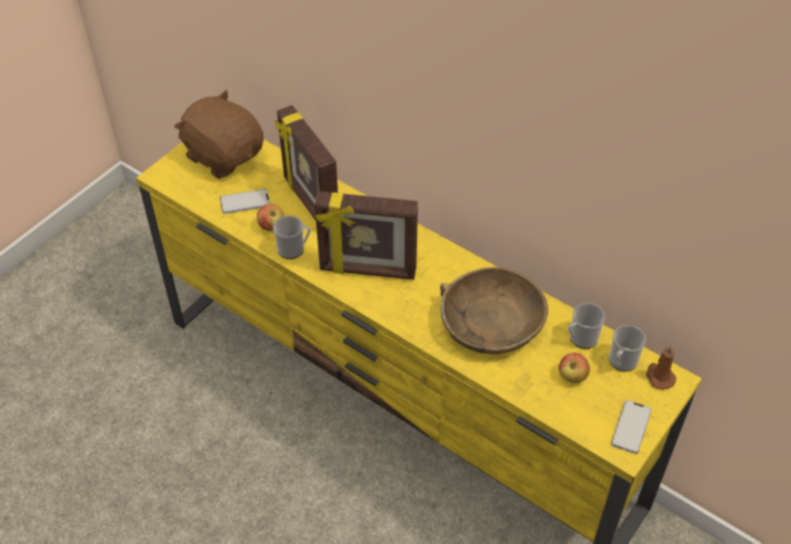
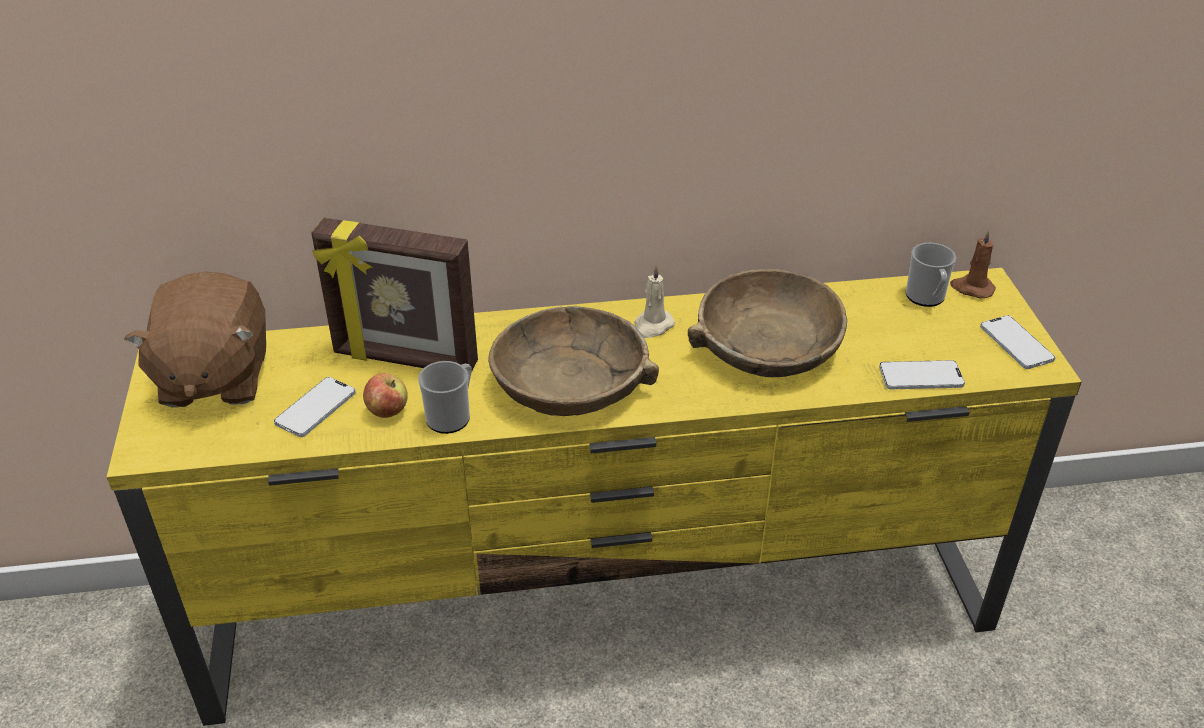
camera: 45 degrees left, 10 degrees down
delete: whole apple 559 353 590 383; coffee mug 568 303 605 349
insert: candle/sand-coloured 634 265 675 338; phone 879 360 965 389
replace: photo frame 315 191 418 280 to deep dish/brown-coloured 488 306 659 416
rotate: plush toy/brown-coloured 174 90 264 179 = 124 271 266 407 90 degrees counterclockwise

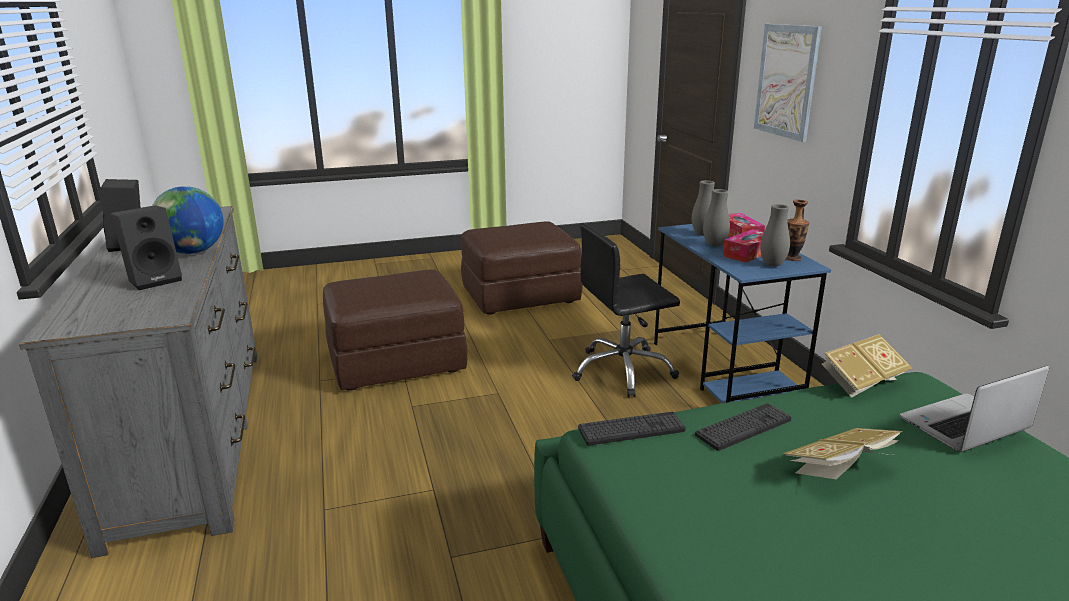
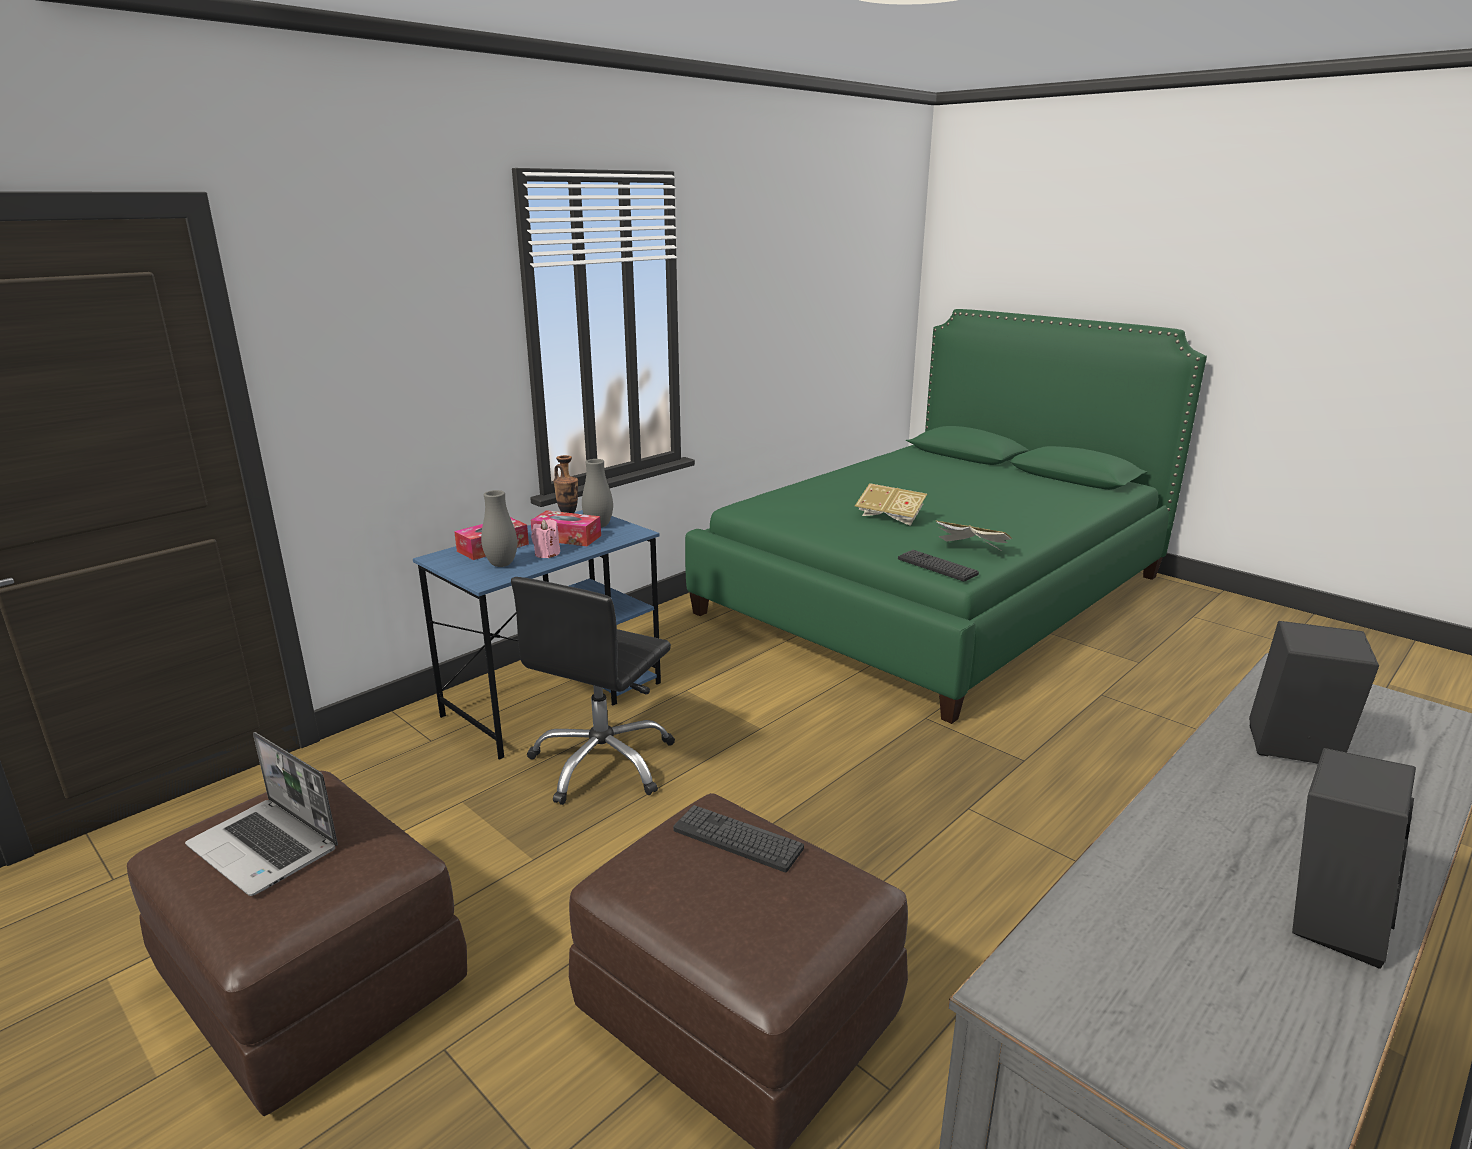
camera: 120 degrees left, 0 degrees up
delete: desk globe 152 186 224 254; wall picture 754 24 822 142
move: laptop 900 365 1050 452 to 185 732 338 896; keyboard 695 404 791 451 to 673 805 804 872; volume 822 334 912 398 to 935 520 1012 550
replace: flower vase/greyish 703 189 730 247 to candle/pinkish 531 519 560 558
rotate: desk chair/black 572 223 680 397 = 511 577 675 805 75 degrees clockwise

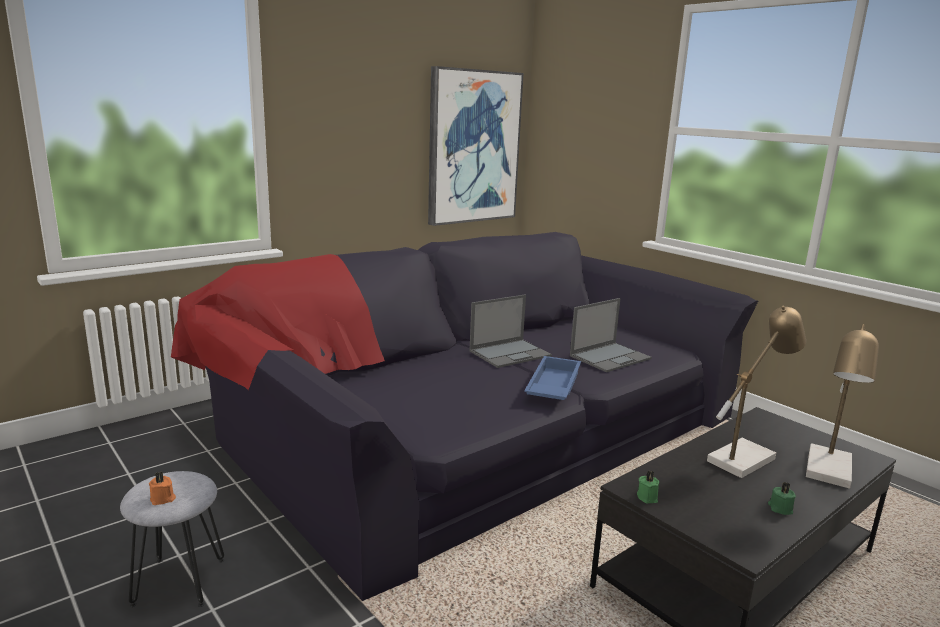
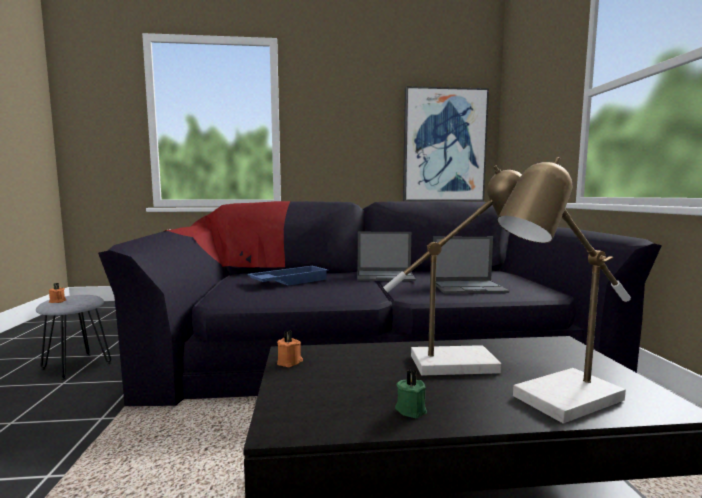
camera: 35 degrees right, 10 degrees down
move: serving tray/blue 524 356 581 400 to 247 266 329 286
recolor: candle/green 637 471 659 504 to candle/orange 277 330 303 367

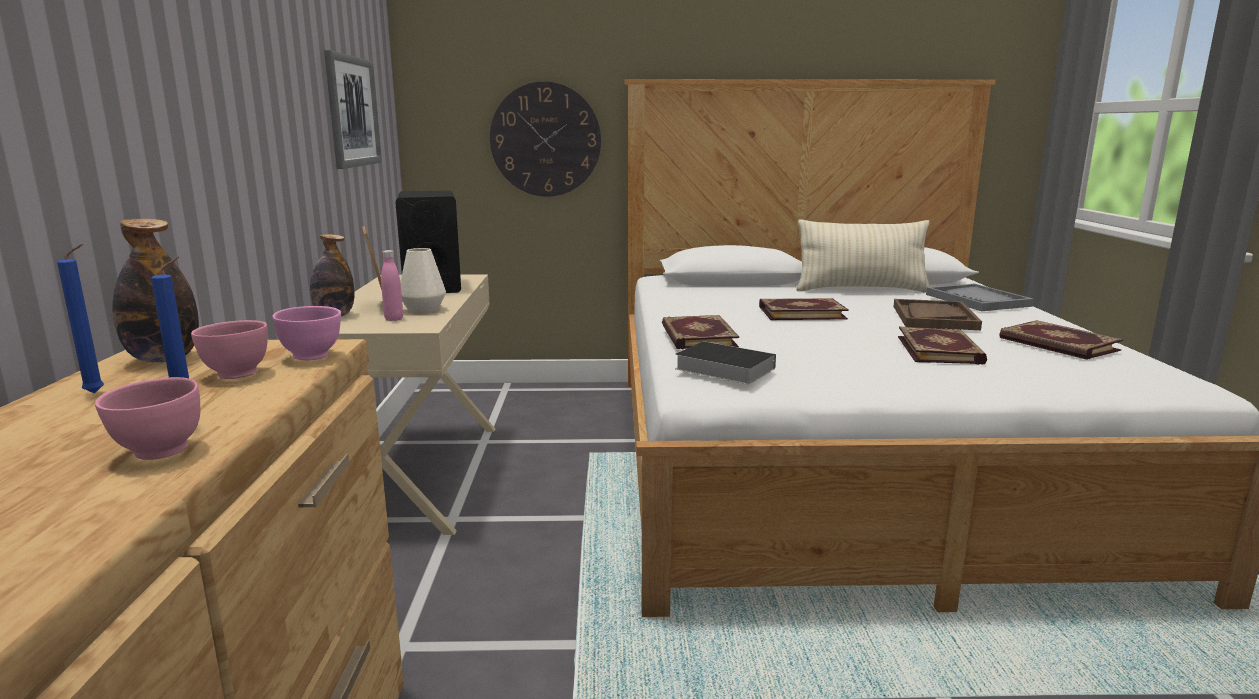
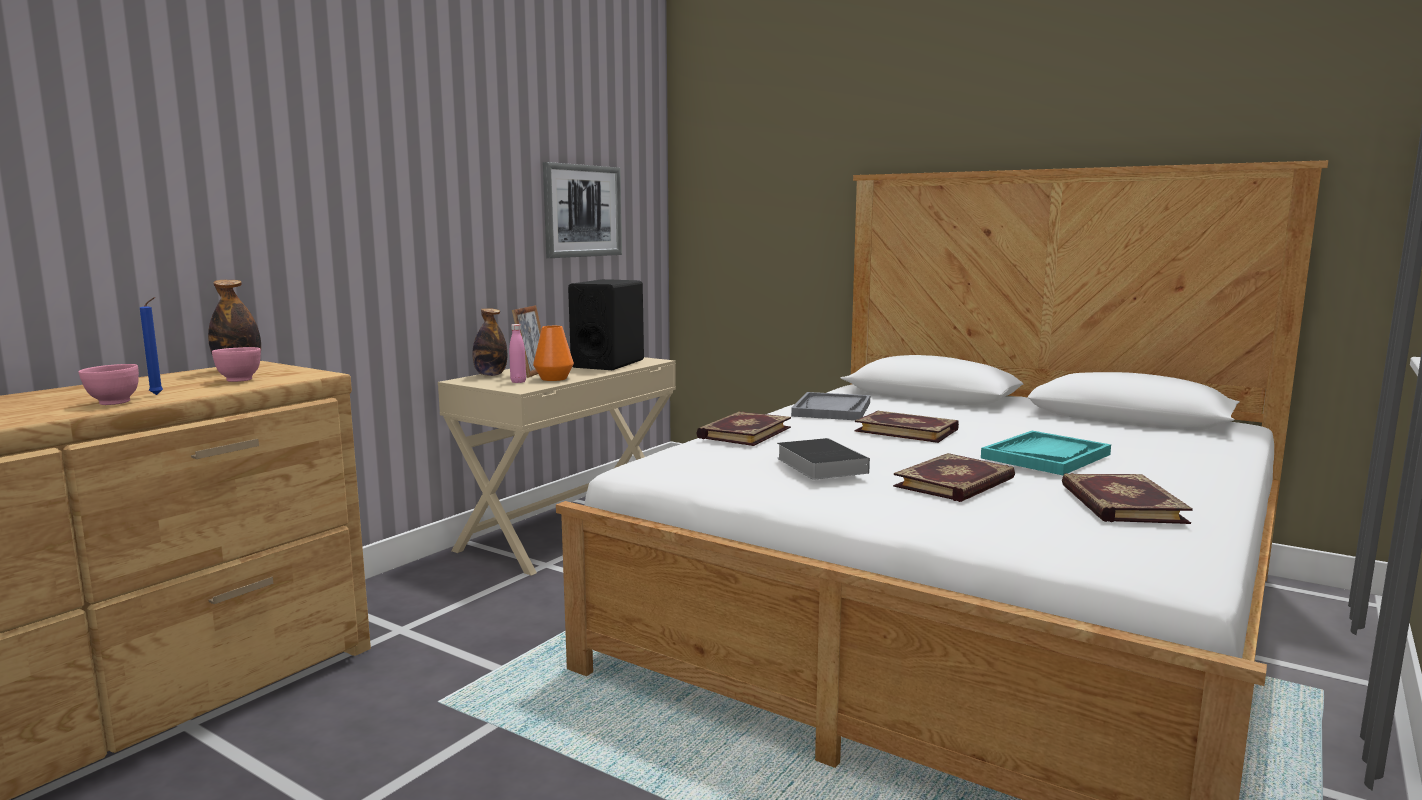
camera: 35 degrees right, 5 degrees down
delete: candle/blue 57 244 104 394; deep dish/pinkish 273 306 341 360; hanging clock 490 81 601 196; throw pillow/sand-coloured 796 219 930 293
move: volume 675 341 776 384 to 777 438 870 480; serving tray/greyish 926 283 1034 311 to 791 392 870 420
recolor: flower vase/white-coloured 400 248 446 313 to flower vase/orange 533 326 574 381; serving tray/brown-coloured 894 299 982 330 to serving tray/blue-green 981 431 1111 475

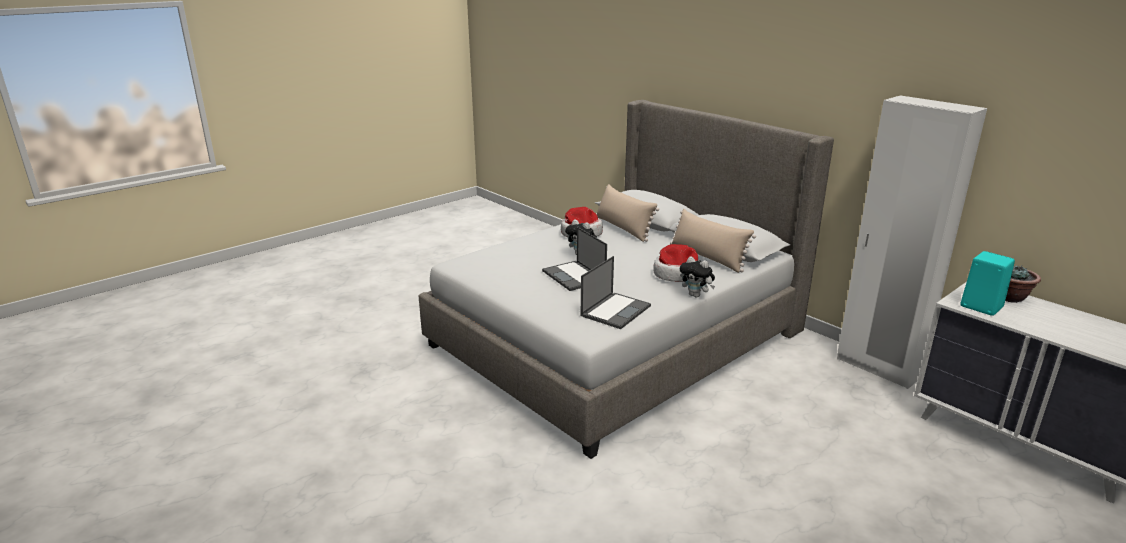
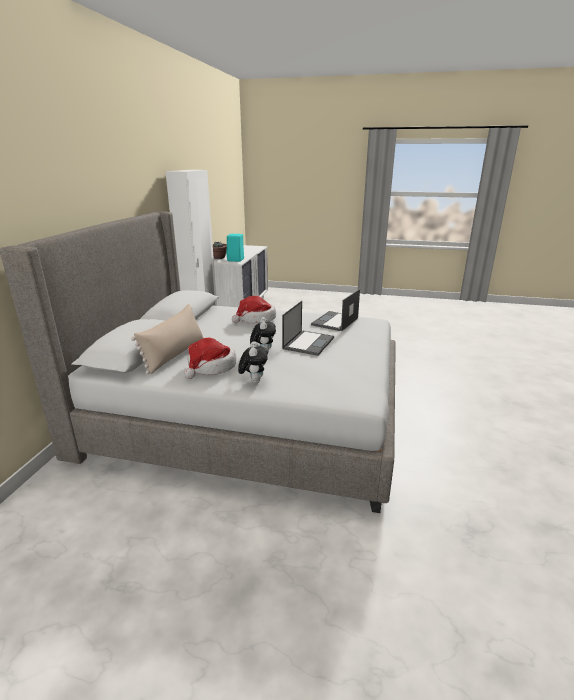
camera: 125 degrees left, 0 degrees up
delete: throw pillow/sand-coloured 670 209 756 273
move: plush toy 680 256 715 297 to 238 341 268 383
rotate: laptop 581 256 651 329 = 311 289 360 331 60 degrees counterclockwise

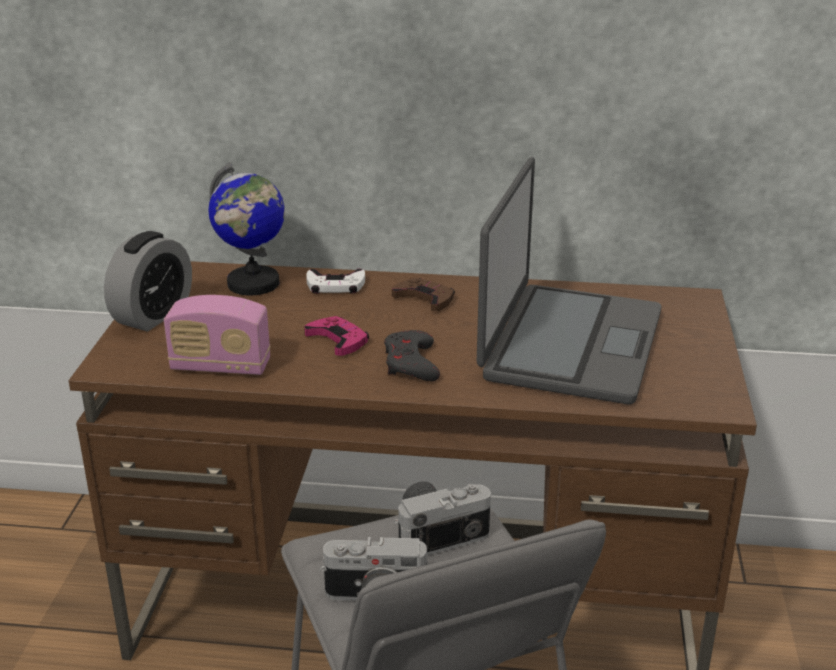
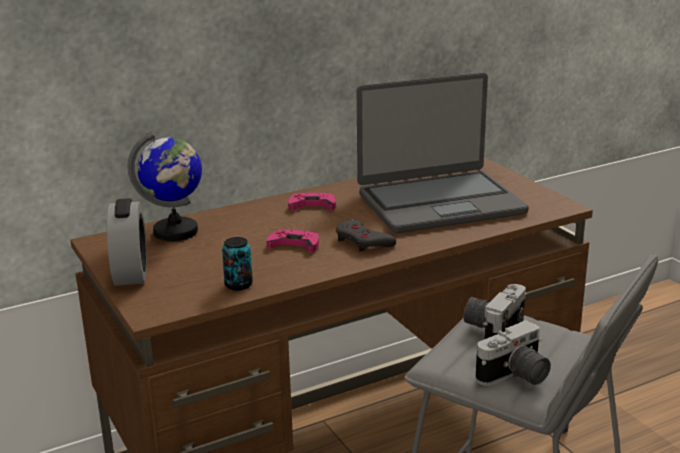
camera: 35 degrees left, 5 degrees down
delete: game controller/white-coloured 306 269 365 294
replace: radio 164 295 270 375 to sealed can 222 237 253 291
recolor: game controller/brown-coloured 392 278 455 311 to game controller/pinkish 288 193 336 211
rotate: laptop 477 157 661 404 = 357 73 529 233 90 degrees clockwise

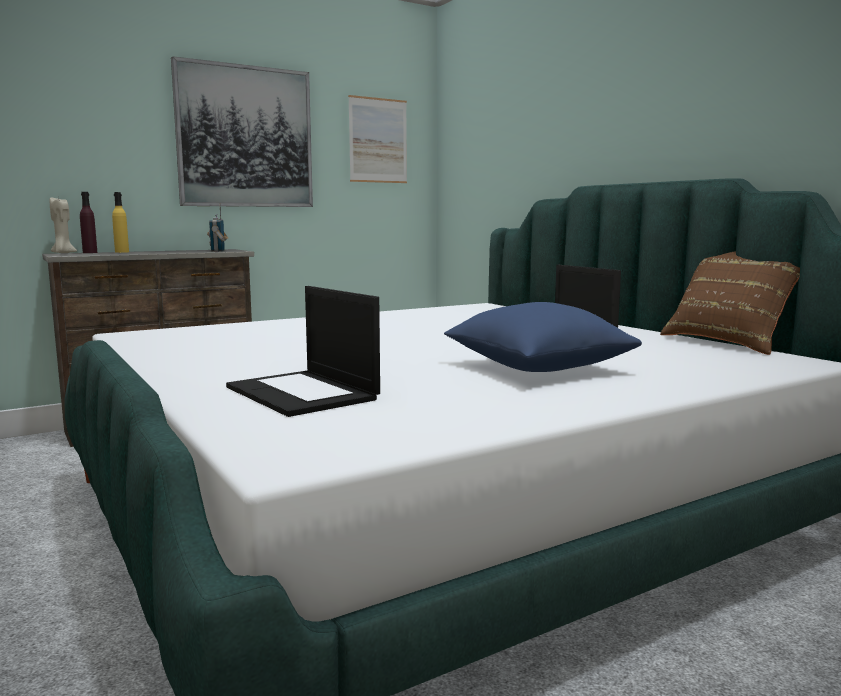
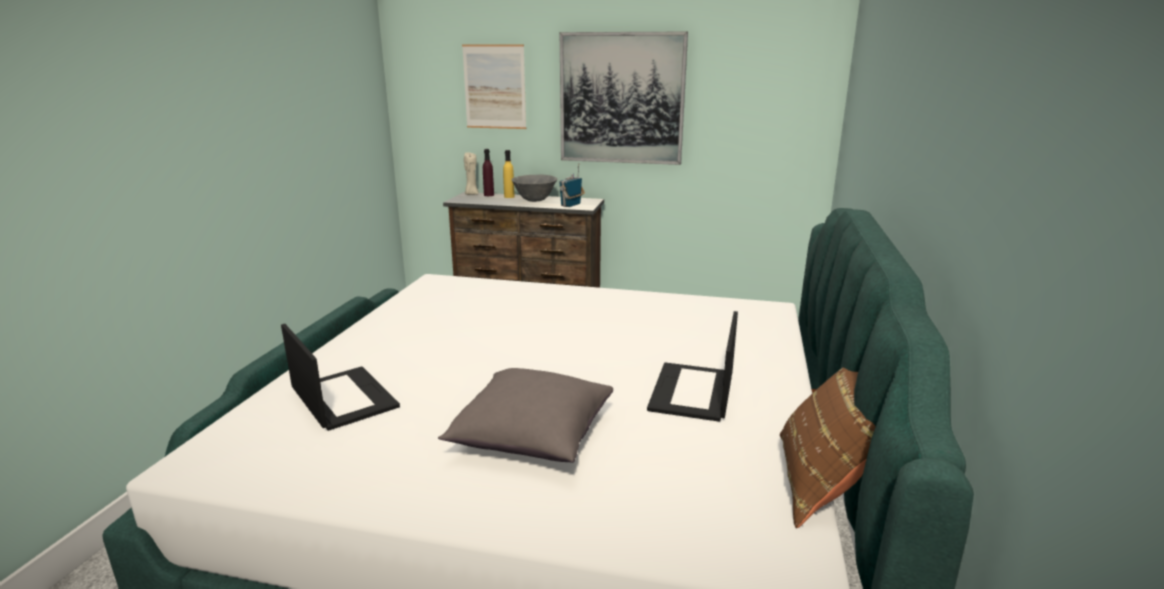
camera: 45 degrees right, 10 degrees up
insert: deep dish/greyish 511 175 557 202
move: wall picture 348 95 407 183 to 462 45 526 129
recolor: throw pillow/blue 444 302 642 372 to throw pillow/greyish 438 368 613 463
rotate: laptop 226 286 380 417 = 281 324 400 431 135 degrees clockwise

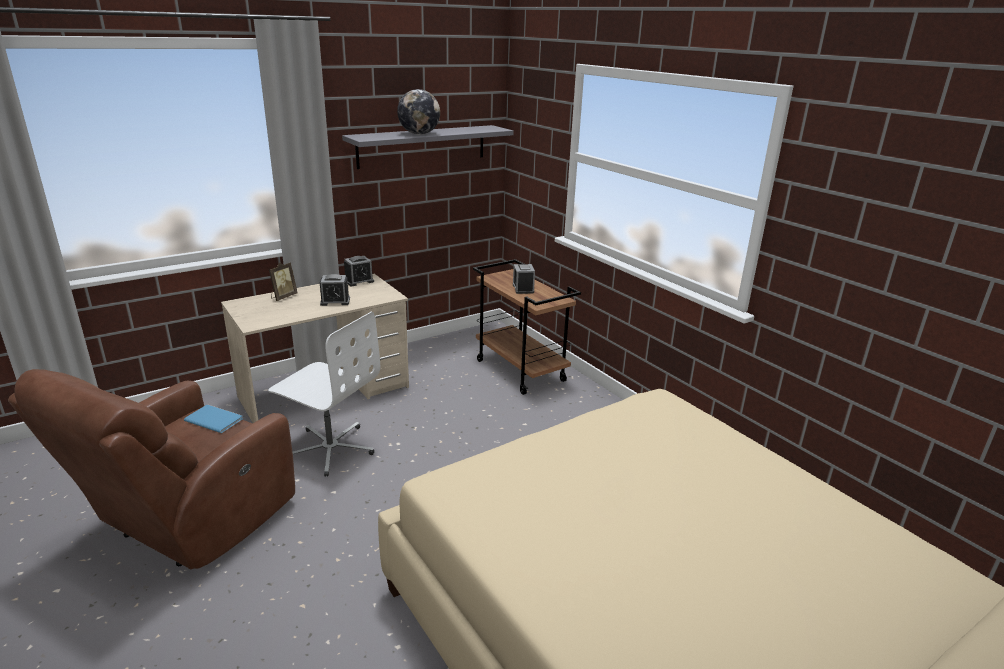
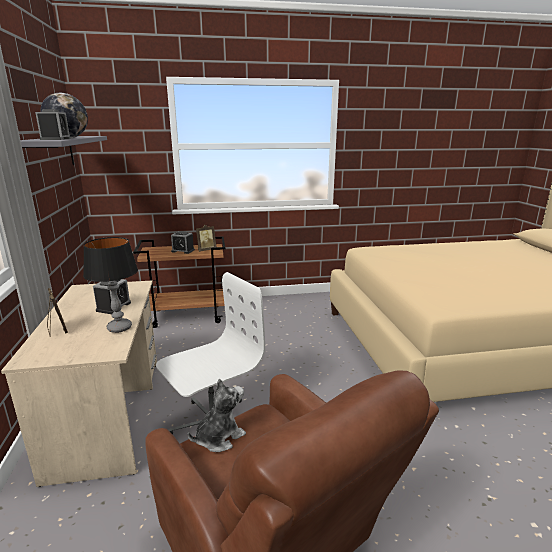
camera: 65 degrees left, 5 degrees down
insert: table lamp 83 237 138 333; photo frame 196 225 216 252
move: bedside clock 344 256 374 286 to 35 109 70 140
replace: volume/blue 184 405 243 433 to plush toy 188 378 246 452

